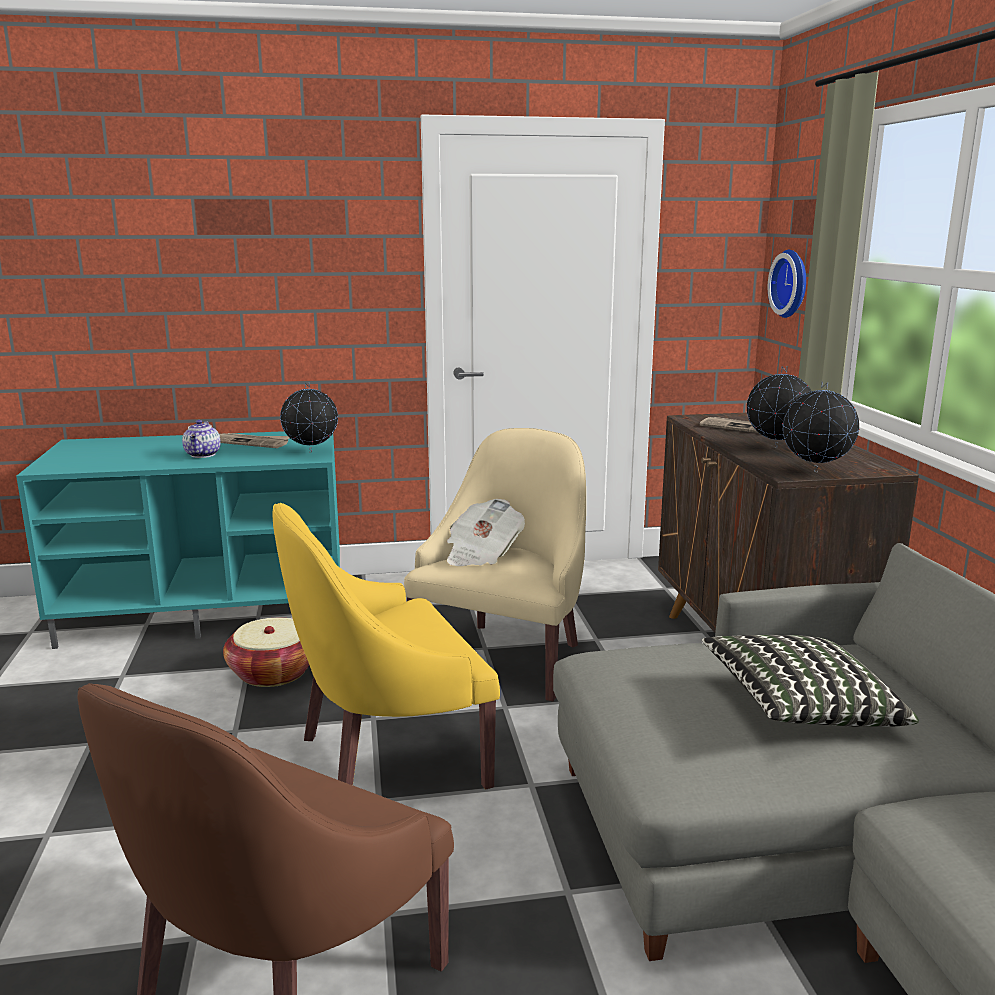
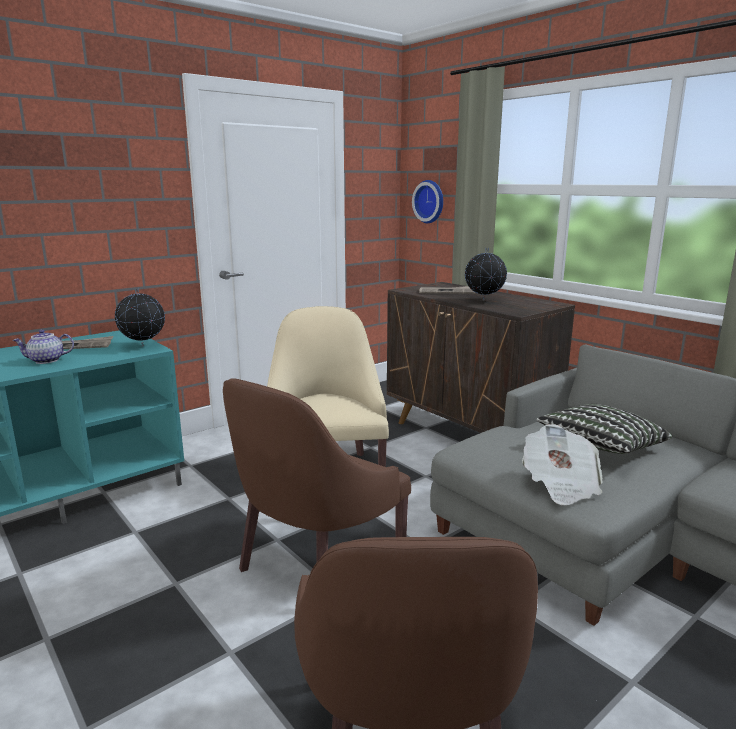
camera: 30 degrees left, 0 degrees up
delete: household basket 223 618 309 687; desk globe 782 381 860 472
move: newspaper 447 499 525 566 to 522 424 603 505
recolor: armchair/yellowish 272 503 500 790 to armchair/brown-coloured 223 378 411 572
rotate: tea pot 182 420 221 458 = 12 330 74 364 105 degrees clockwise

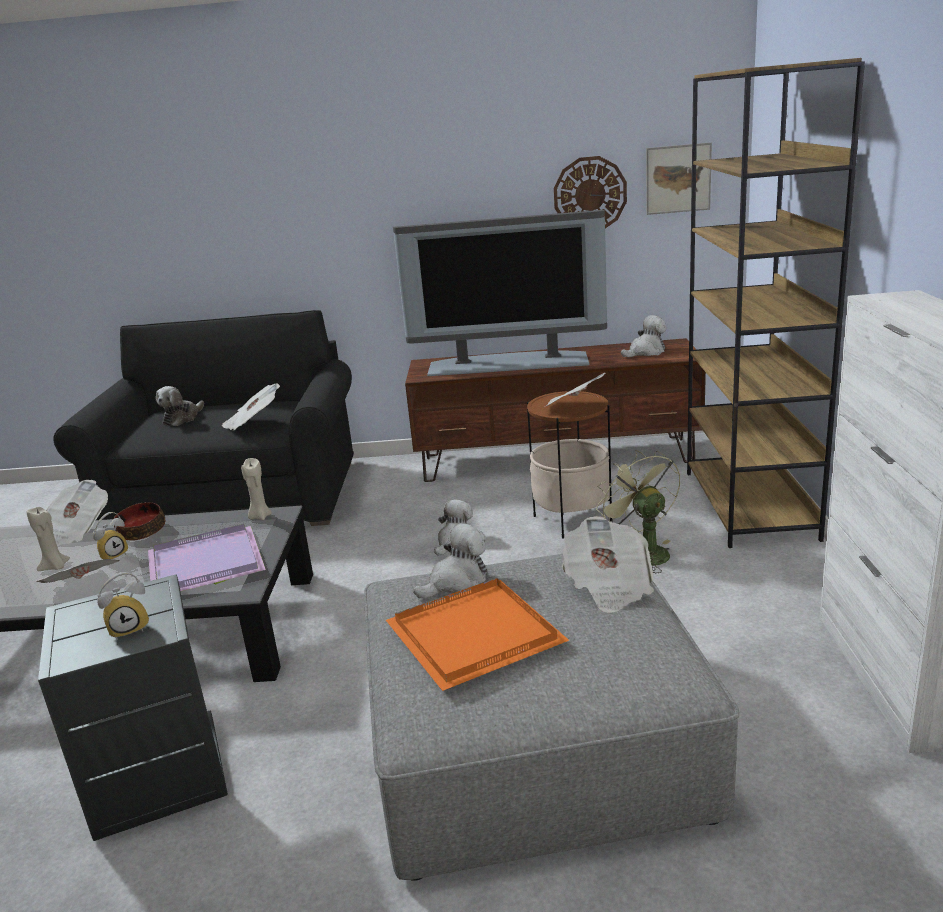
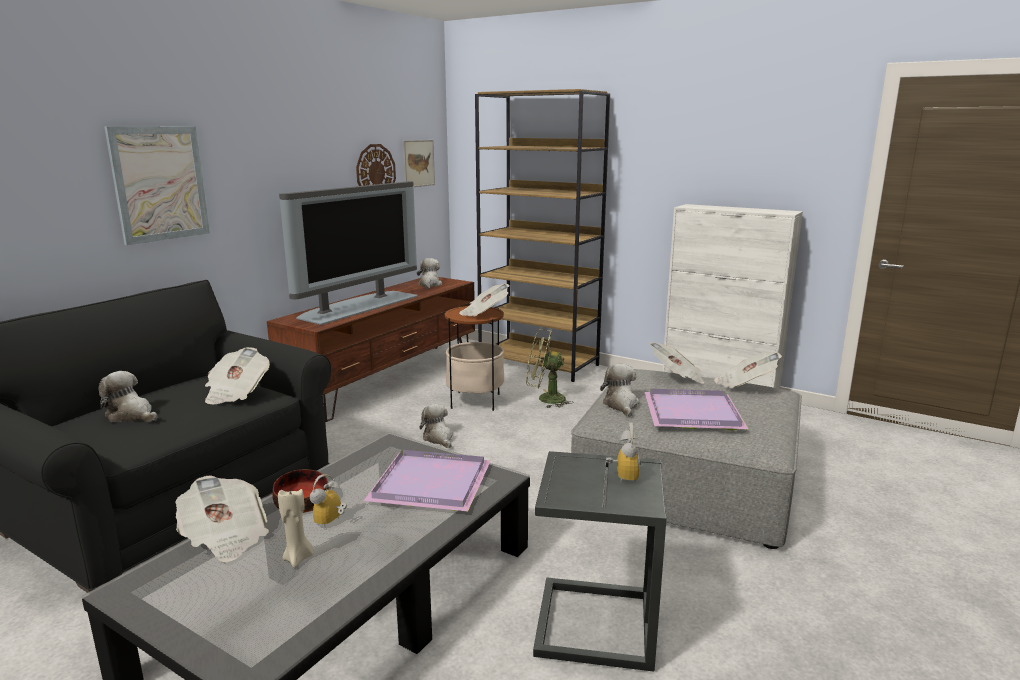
camera: 60 degrees left, 5 degrees down
delete: candle/sand-coloured 241 458 272 520
insert: wall picture 104 126 210 245
move: newspaper 33 559 120 583 to 714 352 782 389
recolor: serving tray/orange 386 578 569 691 to serving tray/purplish 645 389 748 430
rotate: plush toy 156 386 204 426 = 99 371 158 422 150 degrees clockwise; bedside clock 93 512 128 559 = 310 474 347 530 135 degrees counterclockwise

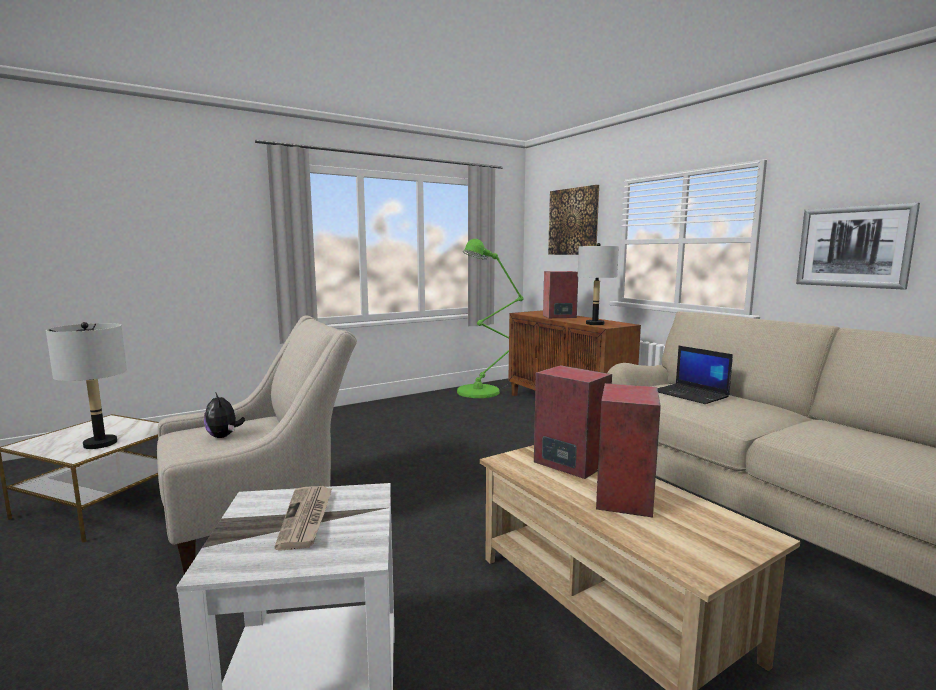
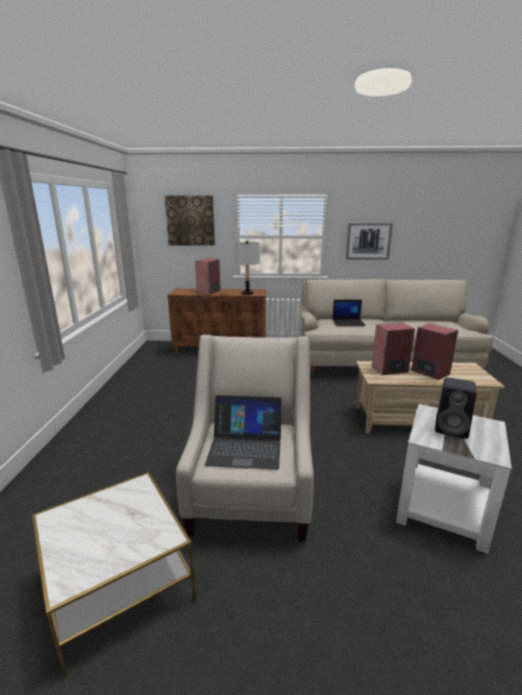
camera: 55 degrees left, 10 degrees up
delete: table lamp/greyish 46 322 127 449; standard lamp/green 457 239 523 398
replace: plush toy 204 392 245 438 to laptop 205 395 282 470; newspaper 275 486 332 550 to loudspeaker/black 435 377 476 439

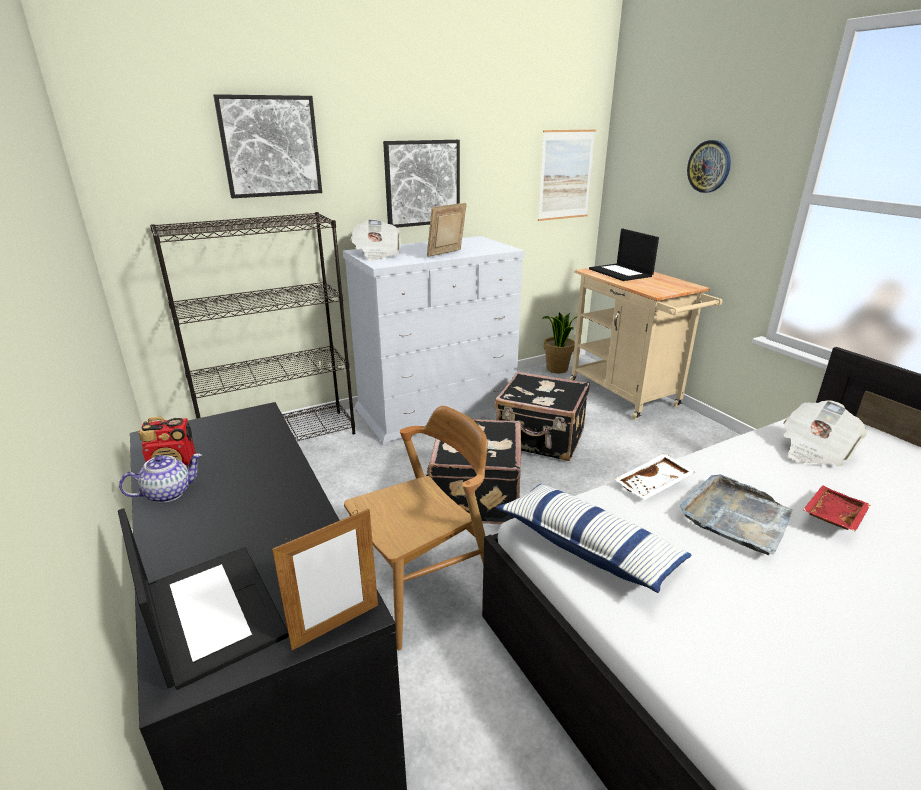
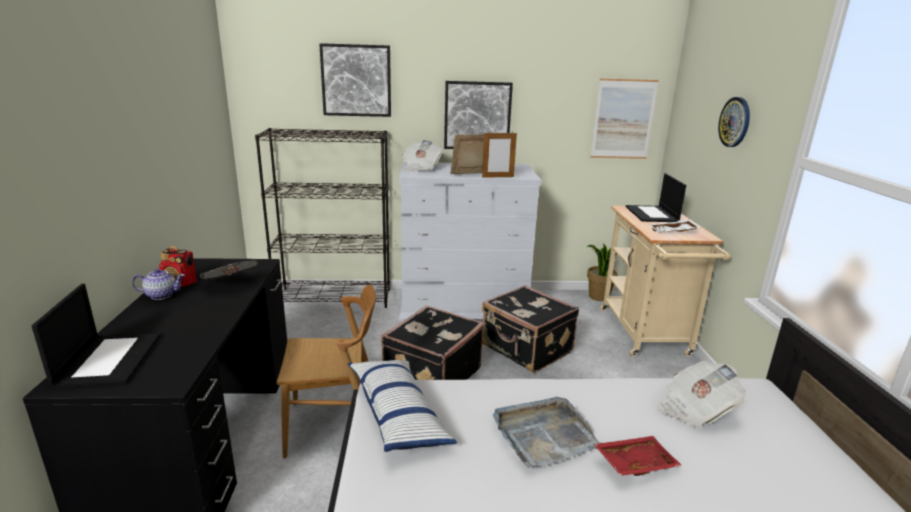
camera: 25 degrees right, 5 degrees down
insert: newspaper 200 260 258 279
move: photo frame 272 509 378 650 to 482 133 517 178; serving tray/white-coloured 614 453 696 500 to 649 220 701 233

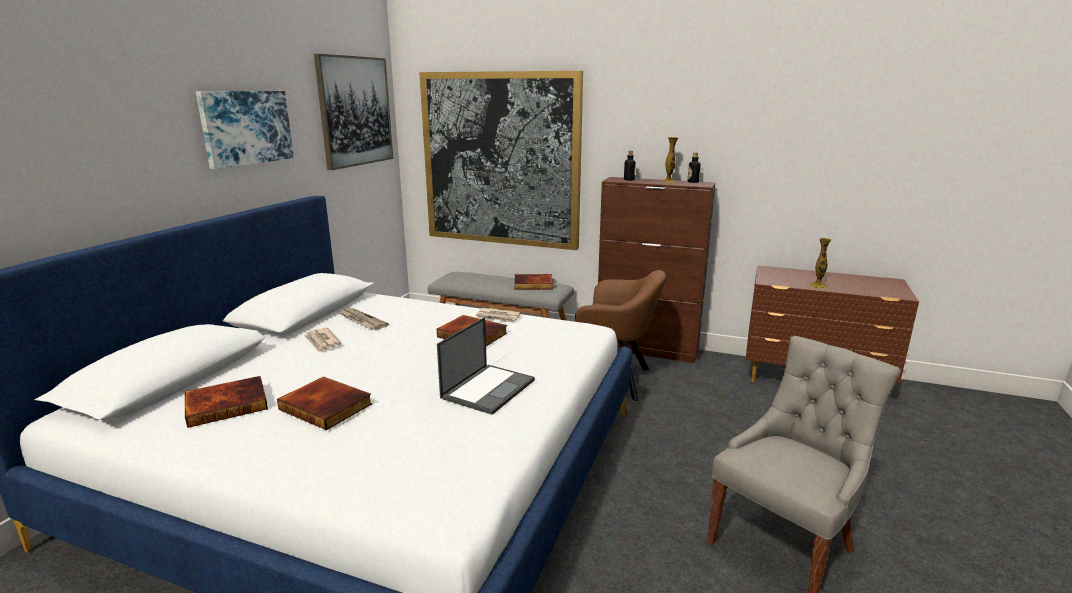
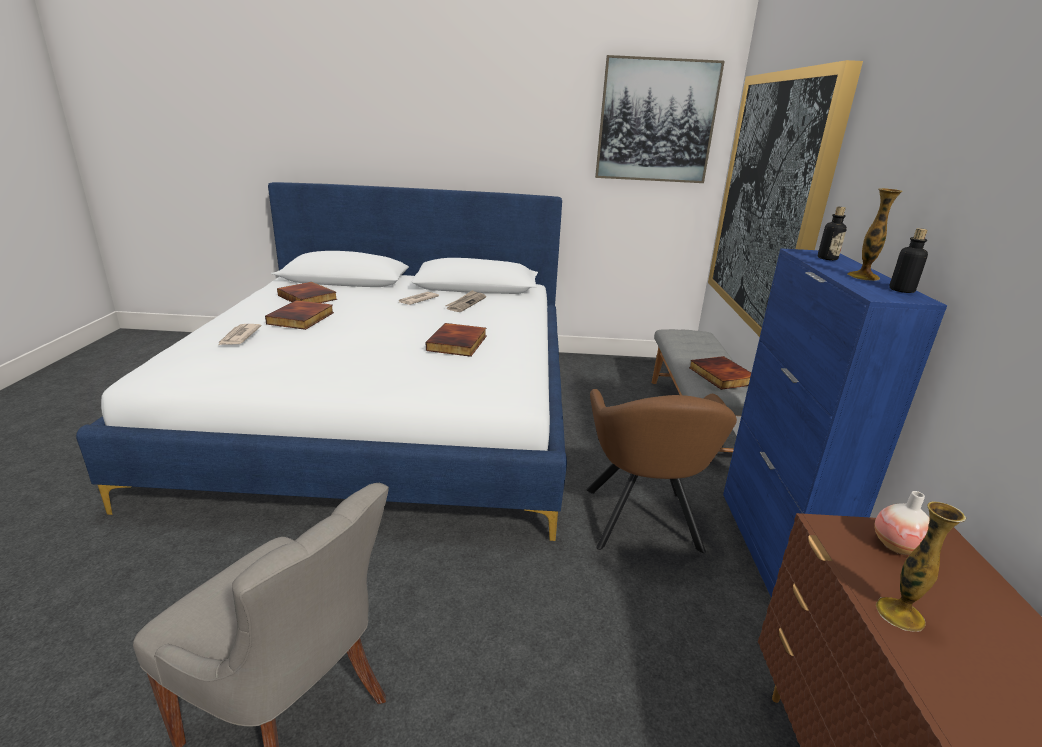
camera: 70 degrees right, 5 degrees up
delete: wall picture 196 91 294 170; laptop 437 317 535 415
insert: flower vase 874 491 930 555
move: newspaper 476 308 521 323 to 219 324 262 345
recolor: storage cabinet/brown-coloured 598 177 716 363 to storage cabinet/blue 723 248 947 598

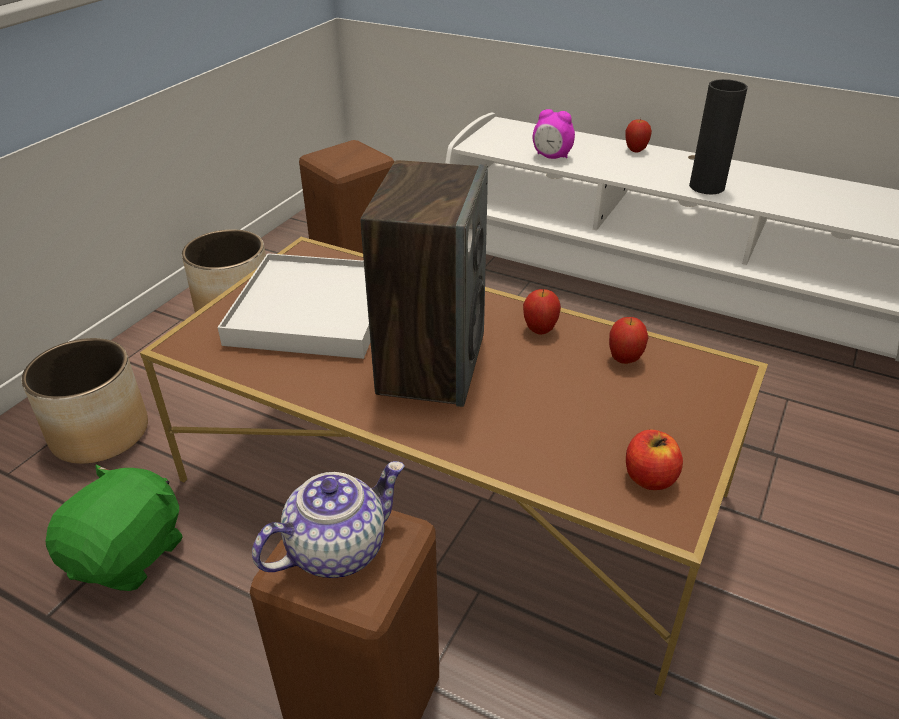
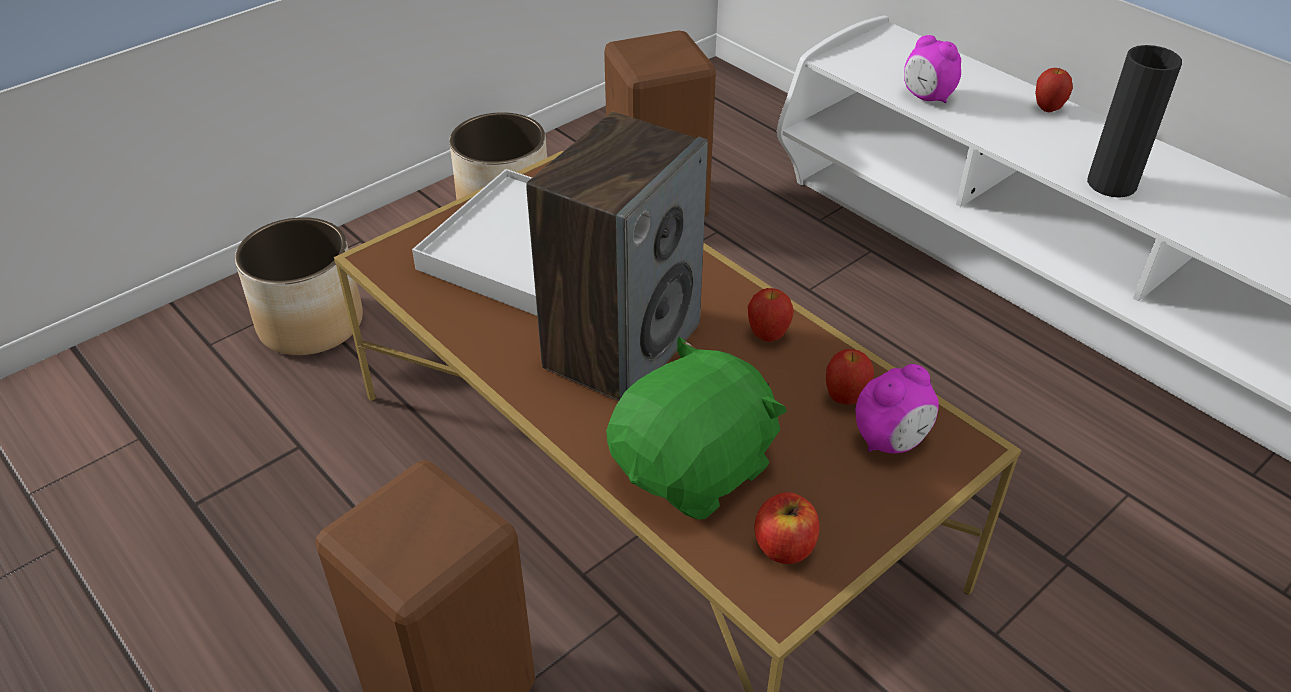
camera: 20 degrees right, 5 degrees up
delete: tea pot 252 461 405 578
insert: bedside clock 855 364 939 453
move: plush toy/green 46 465 183 591 to 606 337 787 519

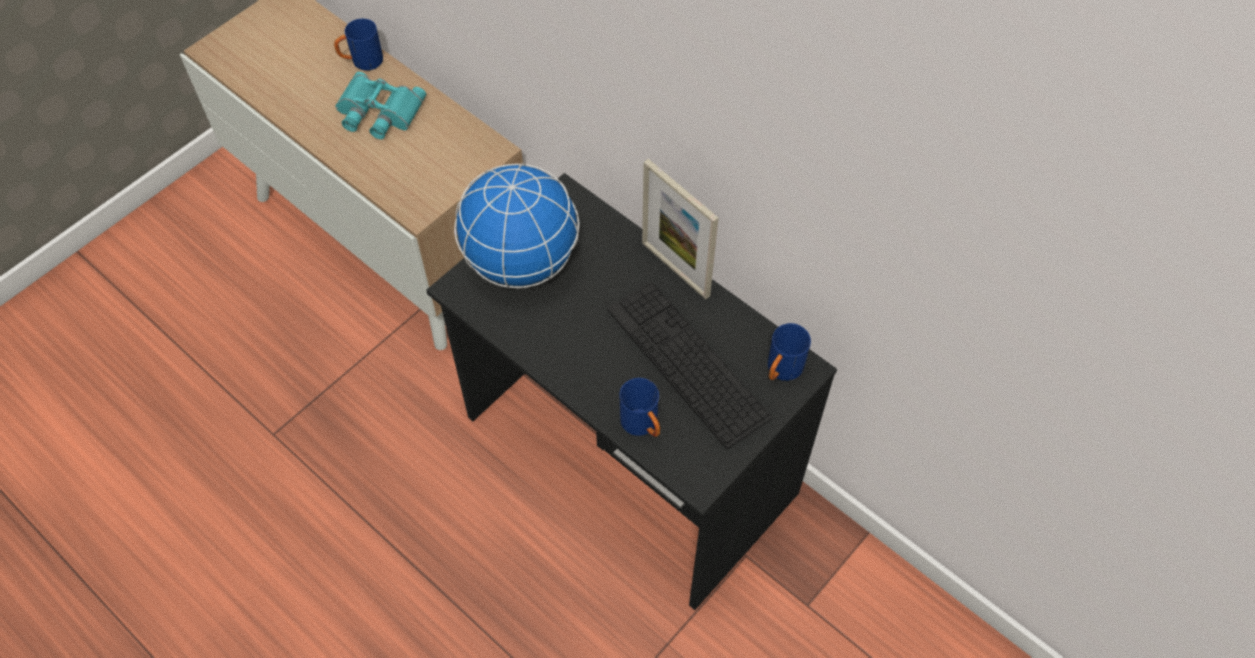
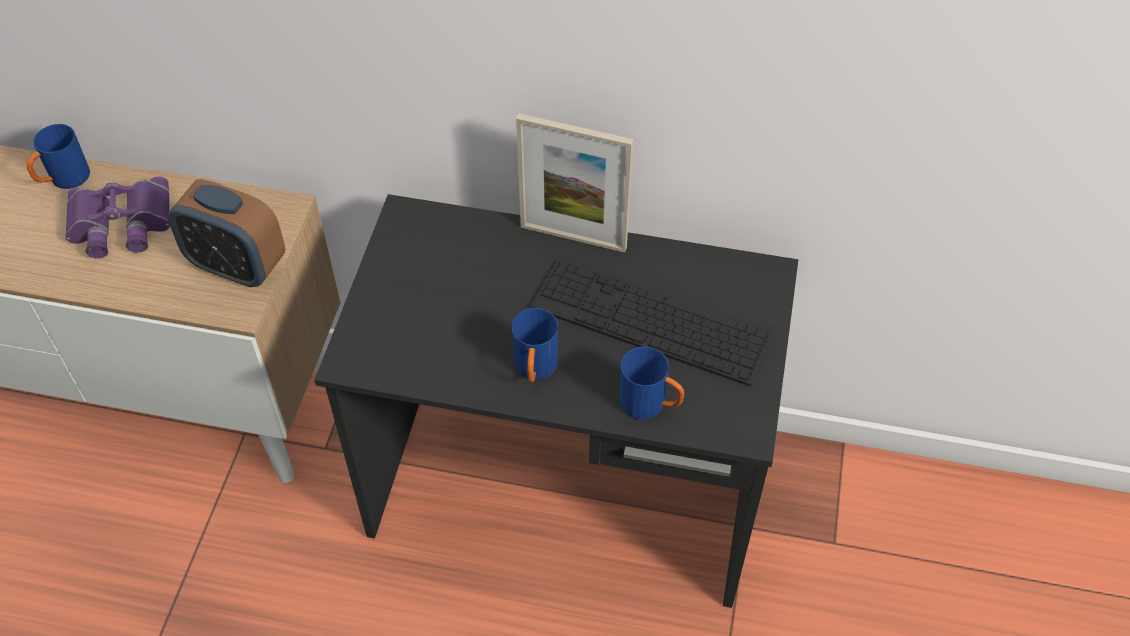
camera: 30 degrees left, 5 degrees down
delete: desk globe 454 163 580 288
insert: bedside clock 168 179 285 288
move: coffee mug/blue 768 323 811 381 to 512 308 558 383
recolor: binoculars/blue-green 335 72 426 139 to binoculars/purplish 65 176 170 258

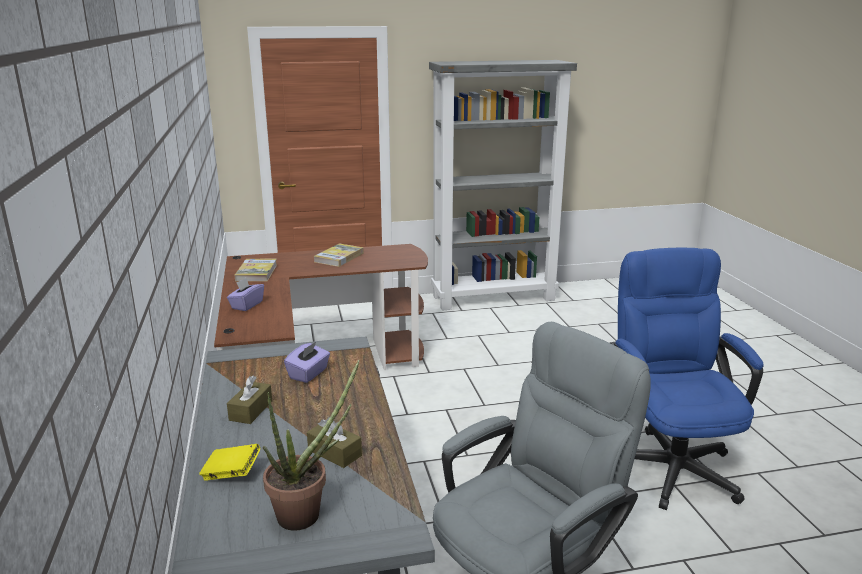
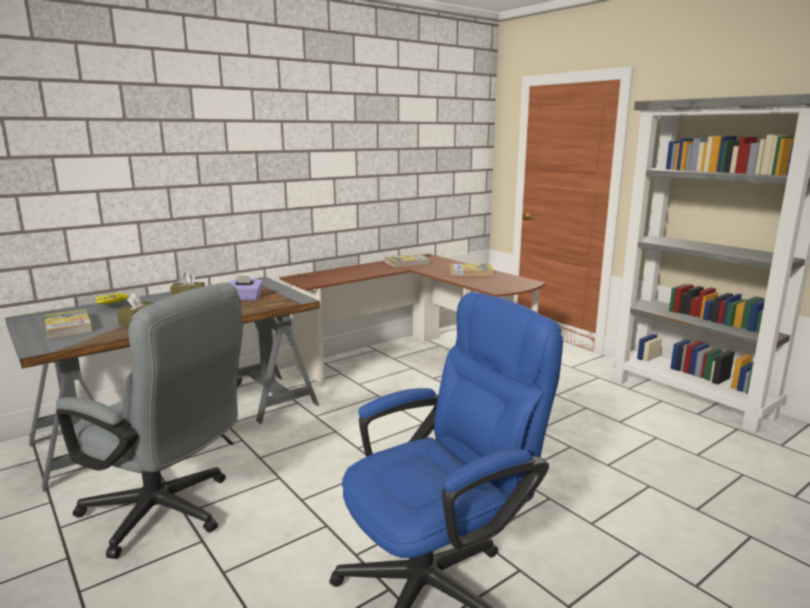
camera: 65 degrees right, 5 degrees down
delete: tissue holder/purplish 227 278 264 311
replace: plant in a pot 263 360 360 531 to volume 44 309 93 339

